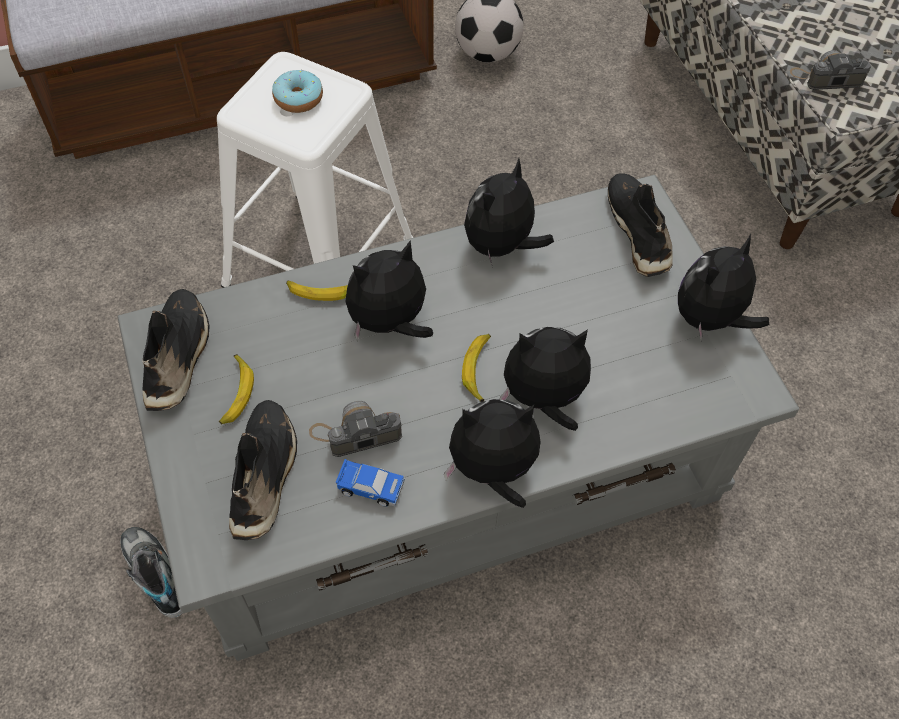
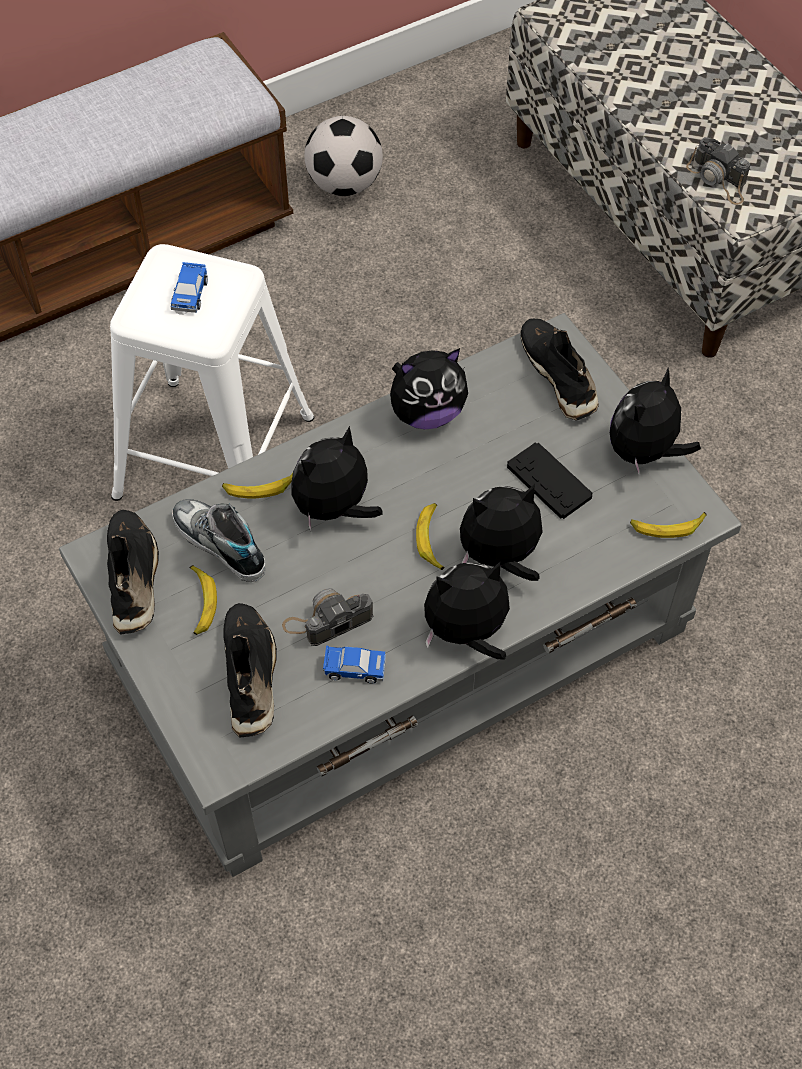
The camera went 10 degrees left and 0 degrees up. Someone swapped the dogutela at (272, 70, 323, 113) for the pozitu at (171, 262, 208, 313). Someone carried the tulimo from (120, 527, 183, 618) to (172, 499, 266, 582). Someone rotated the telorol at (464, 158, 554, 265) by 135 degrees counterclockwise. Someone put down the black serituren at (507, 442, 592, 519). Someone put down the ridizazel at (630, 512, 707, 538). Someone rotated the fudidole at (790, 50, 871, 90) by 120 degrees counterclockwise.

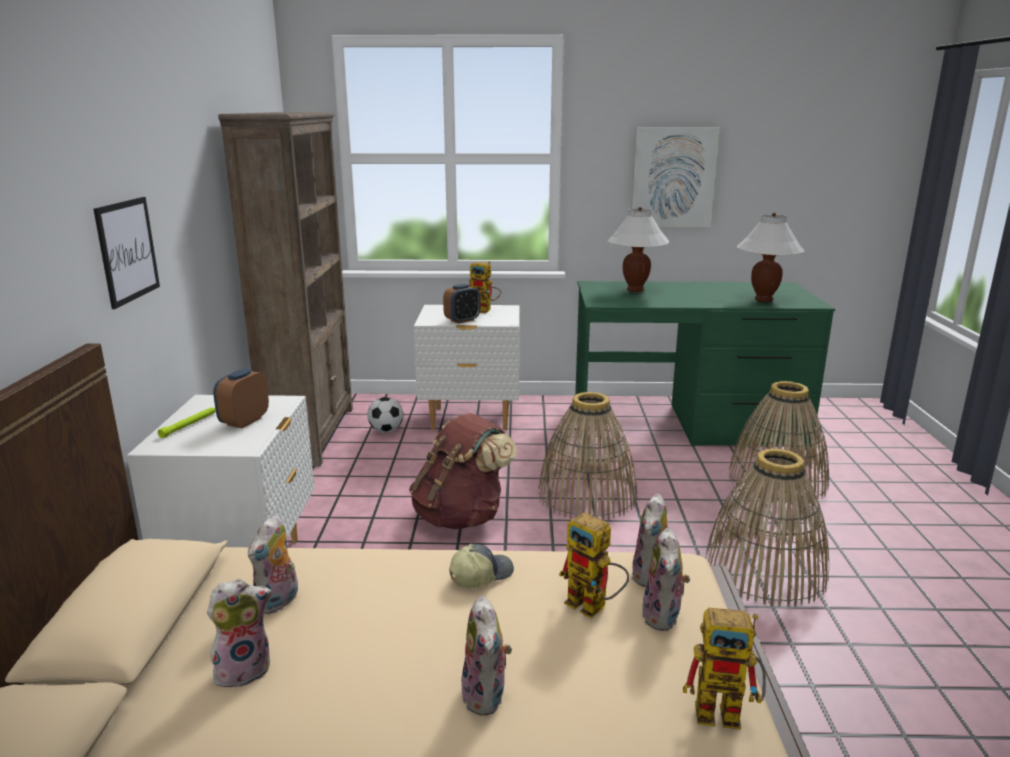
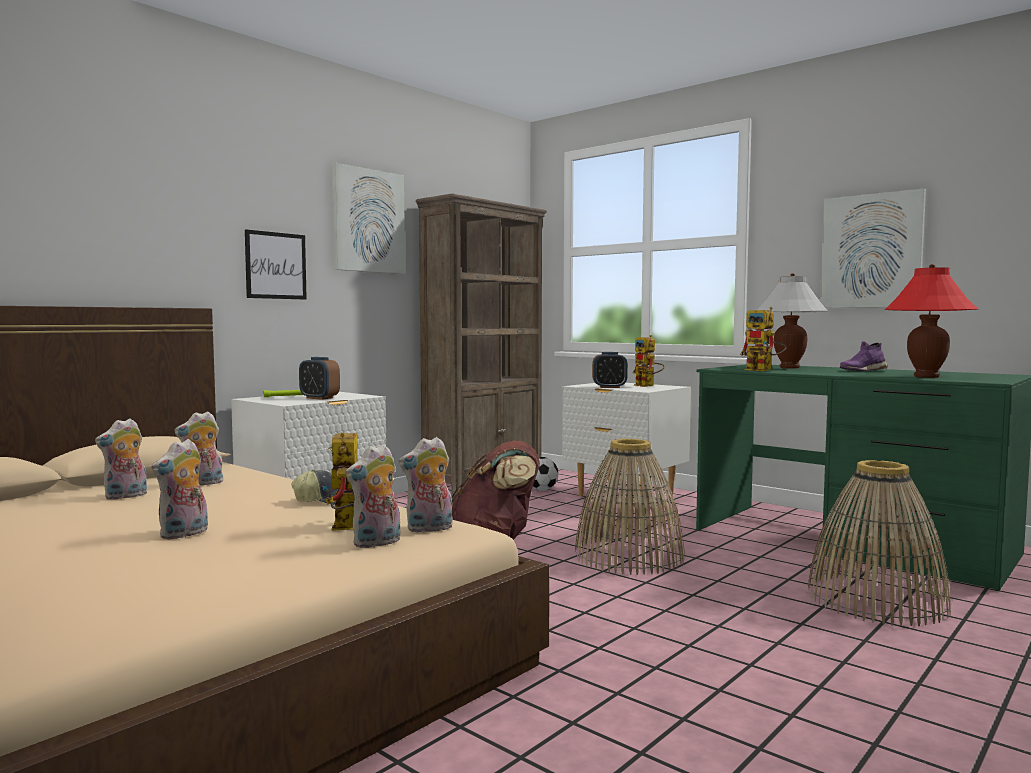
The camera went 40 degrees right and 15 degrees down. Someone rotated the telorol at (207, 578, 272, 691) by 120 degrees clockwise. Someone rotated the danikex at (213, 368, 269, 428) by 120 degrees counterclockwise. Someone put up the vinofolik at (332, 163, 405, 274). Someone carried the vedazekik from (683, 607, 766, 730) to (740, 307, 786, 371). Someone put down the purple tulimo at (840, 341, 888, 371). Someone repainted the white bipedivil at (737, 213, 805, 302), which became the red bipedivil at (885, 264, 978, 378). Someone took away the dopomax at (705, 449, 829, 607).

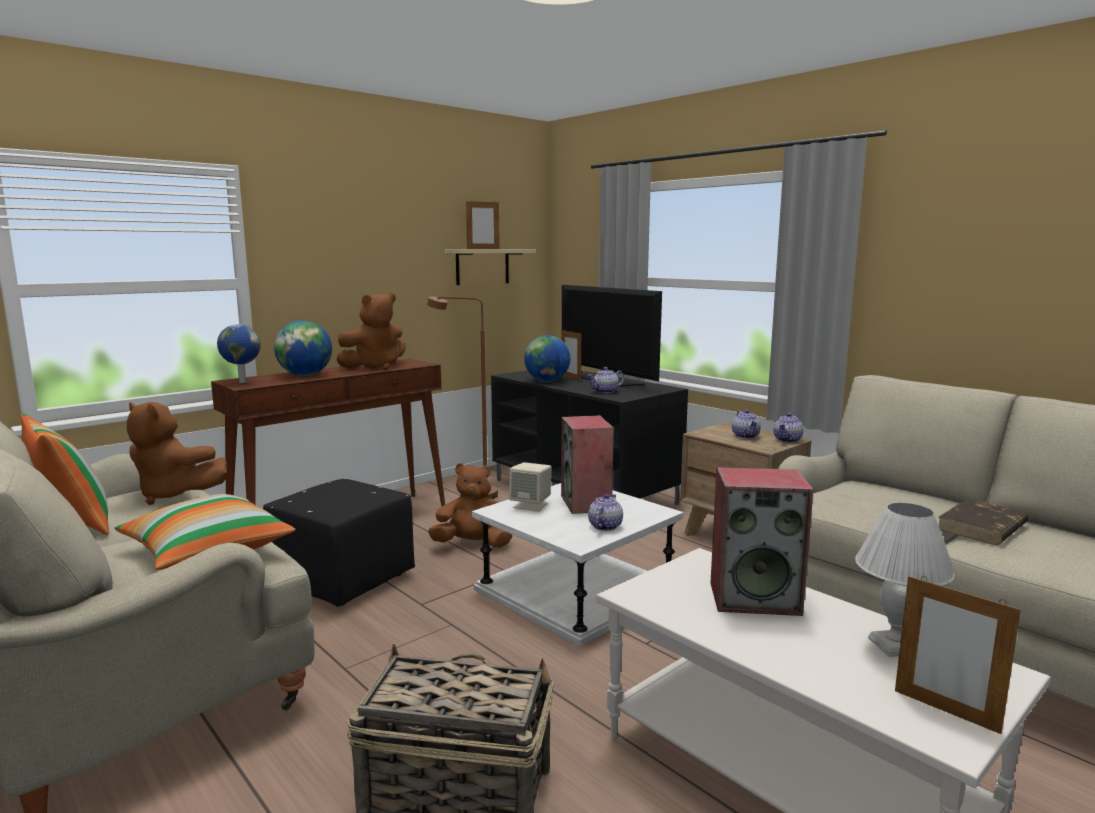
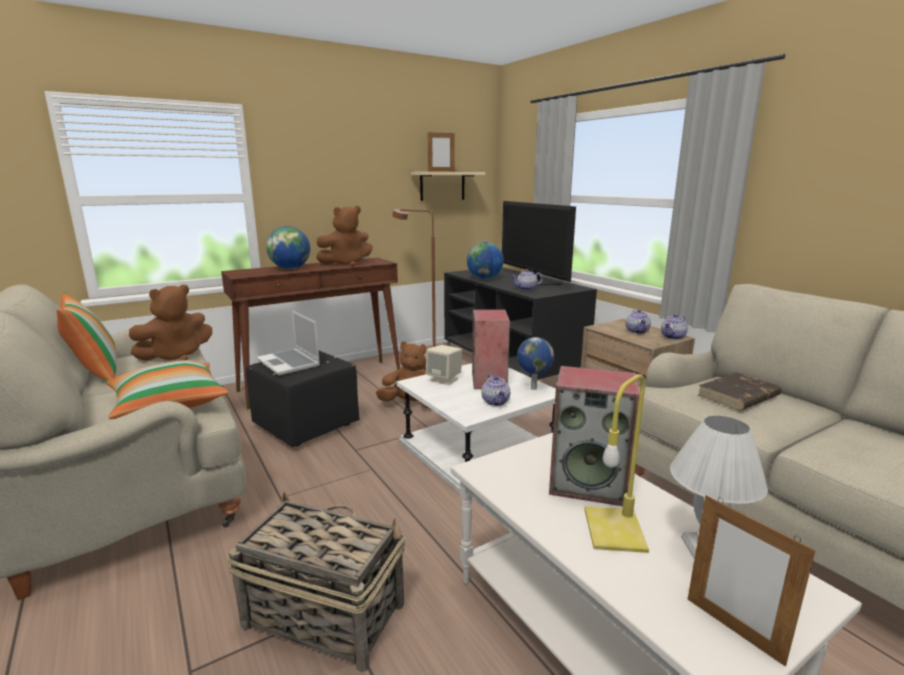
The camera went 10 degrees right and 5 degrees up. Someone rotated the brown telorol at (127, 402, 227, 505) by 75 degrees counterclockwise. Someone put down the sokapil at (257, 311, 320, 375). Someone rotated the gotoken at (588, 494, 623, 531) by 135 degrees clockwise. Someone carried the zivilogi from (217, 324, 261, 383) to (517, 337, 554, 390). Someone put down the yellow bipedivil at (584, 374, 649, 553). Someone carried the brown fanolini from (938, 498, 1029, 545) to (698, 372, 782, 410). Someone took away the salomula at (561, 330, 581, 381).

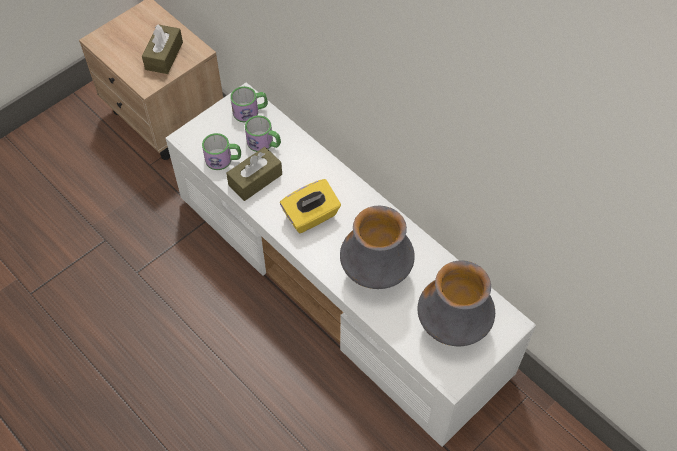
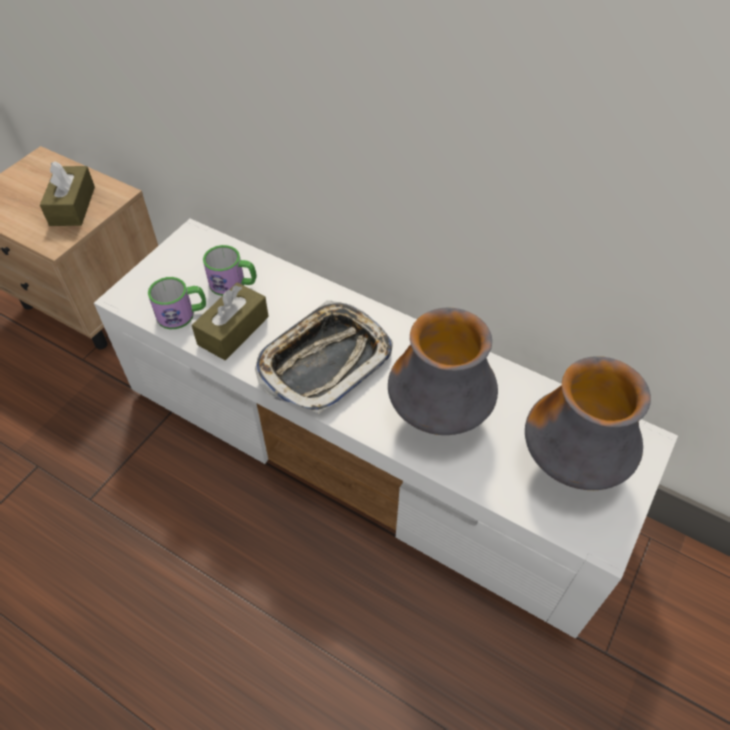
The camera went 15 degrees left and 5 degrees down. Someone swapped the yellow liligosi at (280, 179, 341, 233) for the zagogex at (255, 300, 393, 414). Someone took away the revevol at (230, 86, 268, 122).

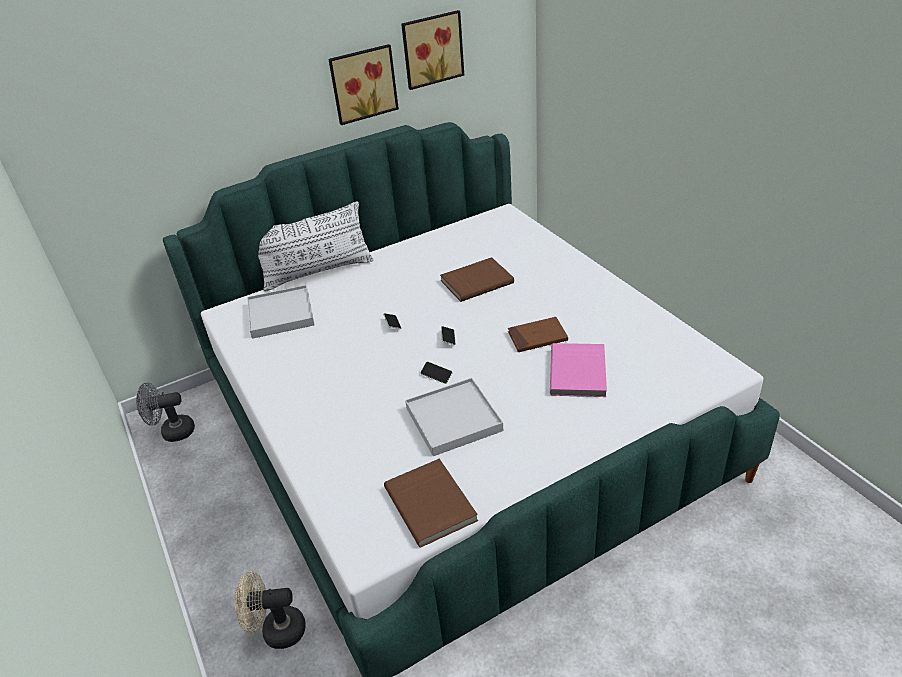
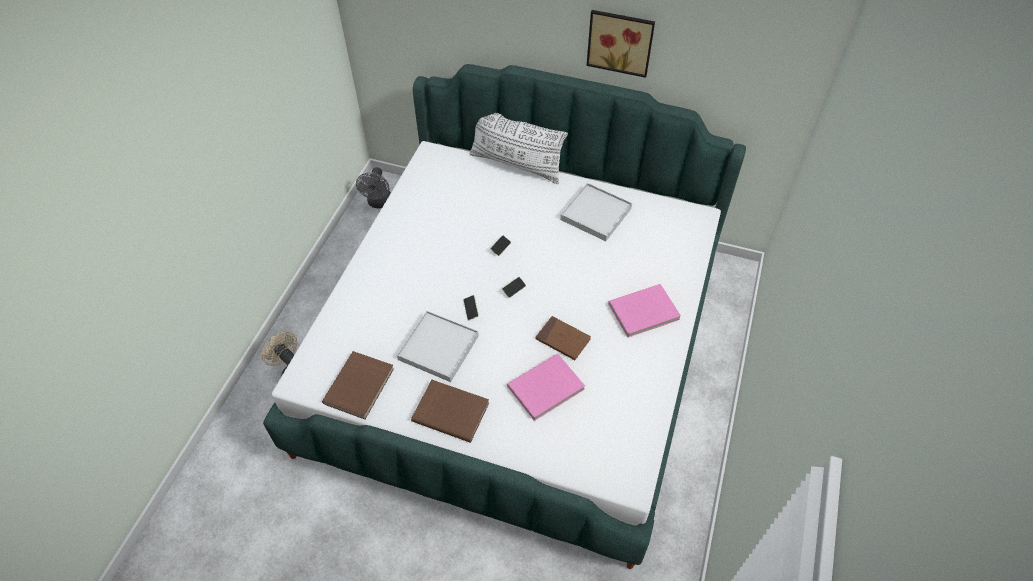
The camera went 45 degrees right and 15 degrees up. Someone rotated the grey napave at (136, 383, 195, 442) by 120 degrees counterclockwise. Someone carried the brown fanolini from (440, 257, 514, 302) to (411, 380, 489, 443). Someone carried the white zagogex from (247, 285, 315, 339) to (560, 183, 632, 241). Someone put down the pink fanolini at (608, 284, 681, 338). Someone took away the vinofolik at (401, 10, 464, 90).

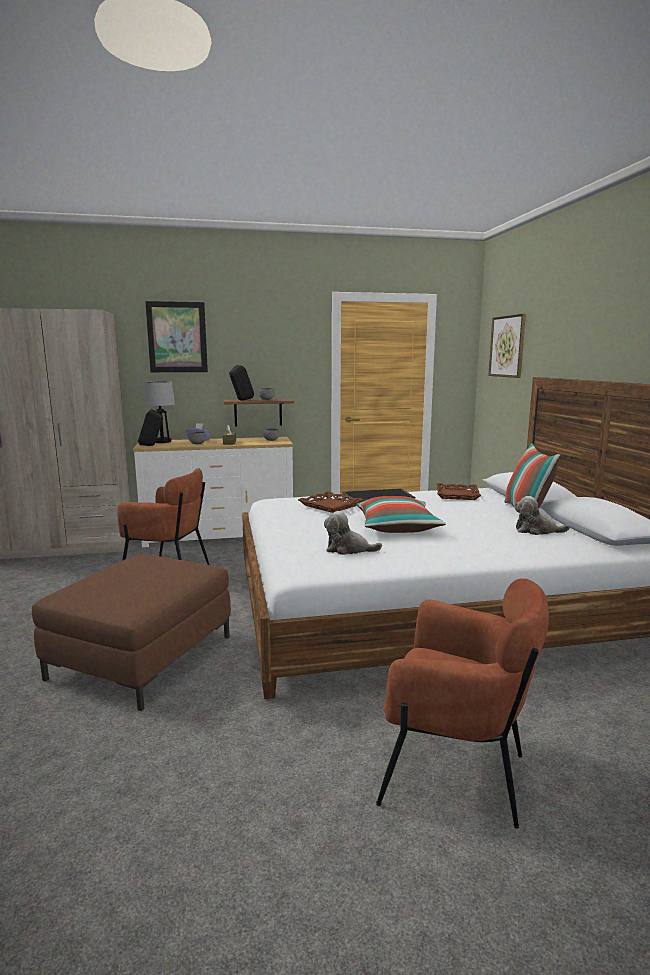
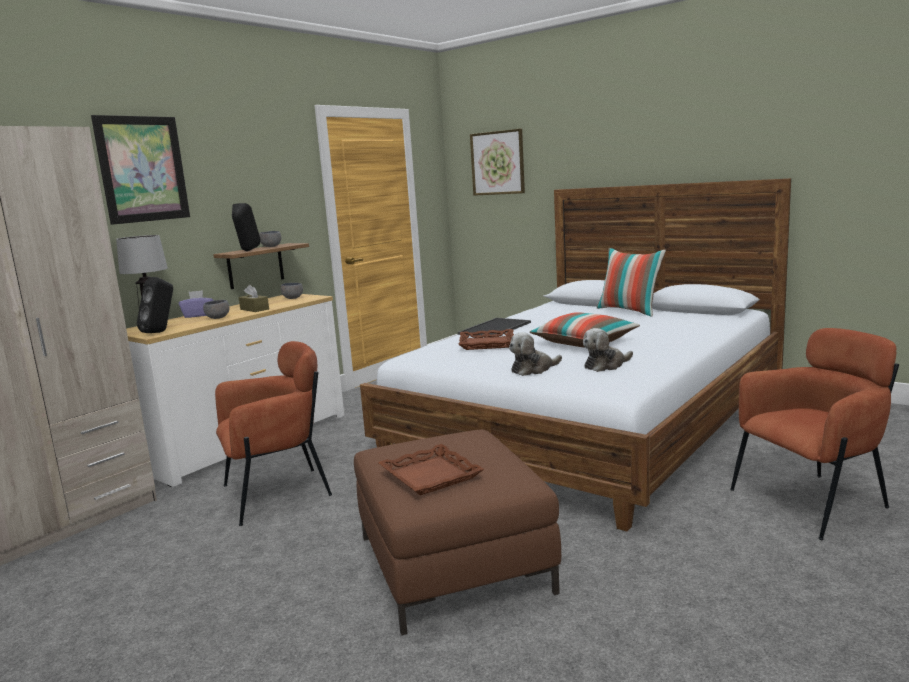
The camera went 40 degrees left and 0 degrees up. Someone carried the brown zagogex from (436, 483, 481, 500) to (378, 444, 484, 495). Someone carried the telorol from (514, 496, 570, 535) to (509, 332, 562, 376).

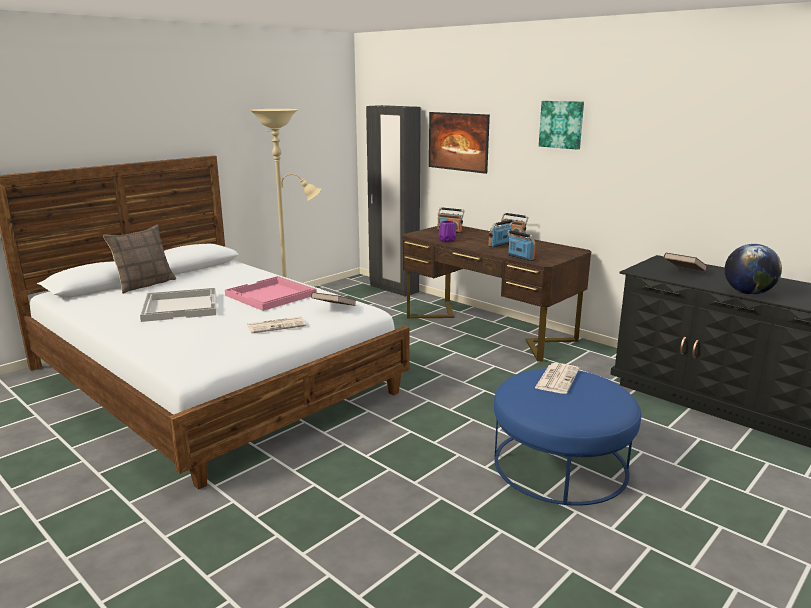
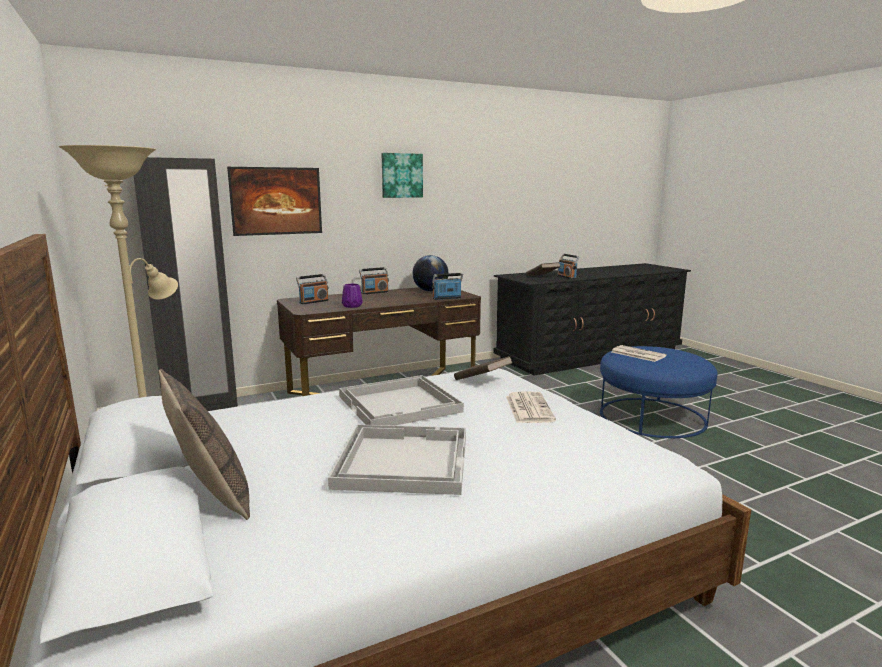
The camera went 70 degrees left and 5 degrees down. Someone repainted the pink zagogex at (225, 276, 317, 311), which became the white zagogex at (339, 375, 464, 426). Someone carried the zivilogi from (725, 244, 782, 295) to (412, 255, 449, 292). Someone carried the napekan from (488, 219, 514, 248) to (557, 254, 580, 279).

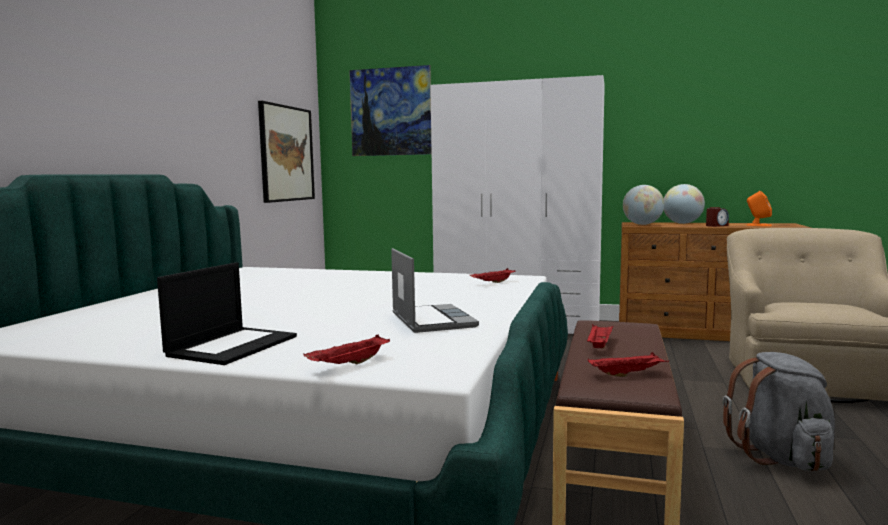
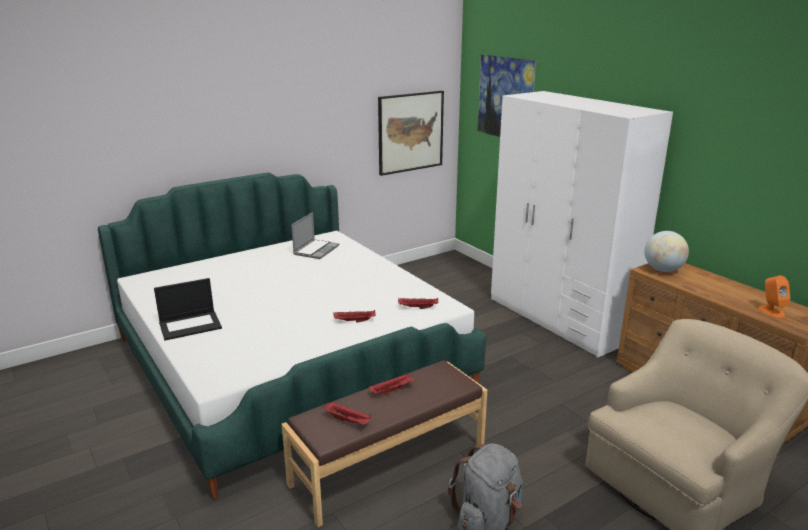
The camera went 40 degrees right and 15 degrees up. Someone carried the sokapil from (391, 248, 479, 333) to (291, 212, 340, 259). Someone carried the red zagogex from (303, 334, 390, 364) to (333, 310, 376, 322). Someone took away the zivilogi at (664, 184, 705, 224). Someone took away the danikex at (706, 207, 729, 227).

